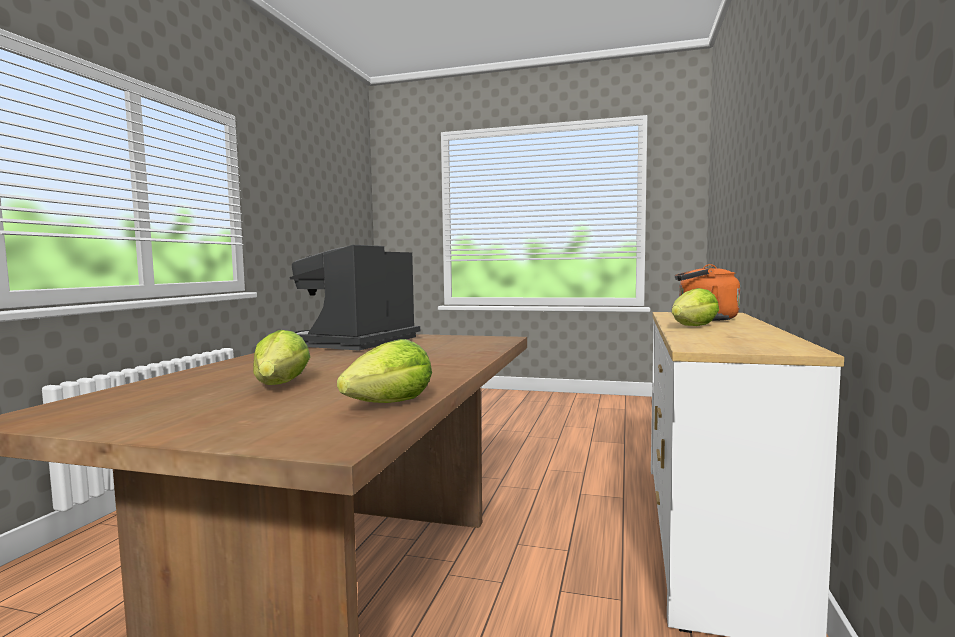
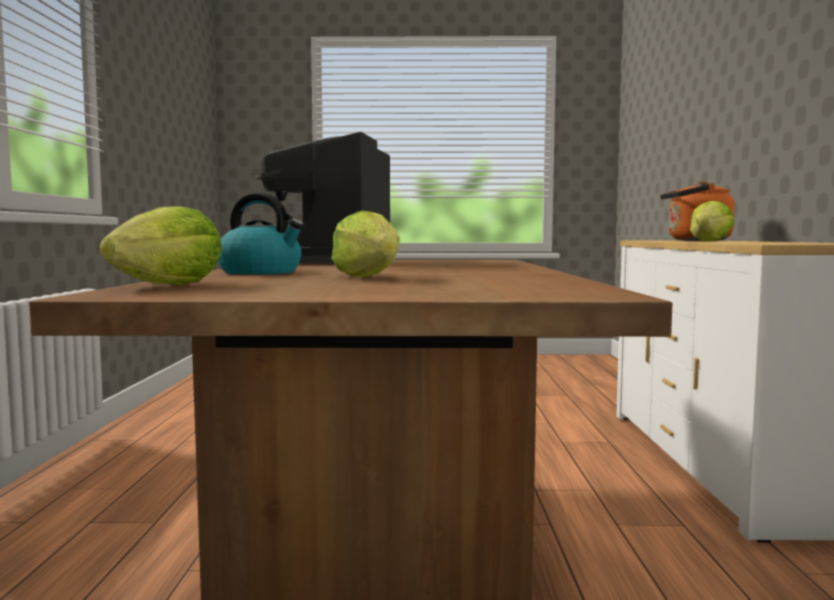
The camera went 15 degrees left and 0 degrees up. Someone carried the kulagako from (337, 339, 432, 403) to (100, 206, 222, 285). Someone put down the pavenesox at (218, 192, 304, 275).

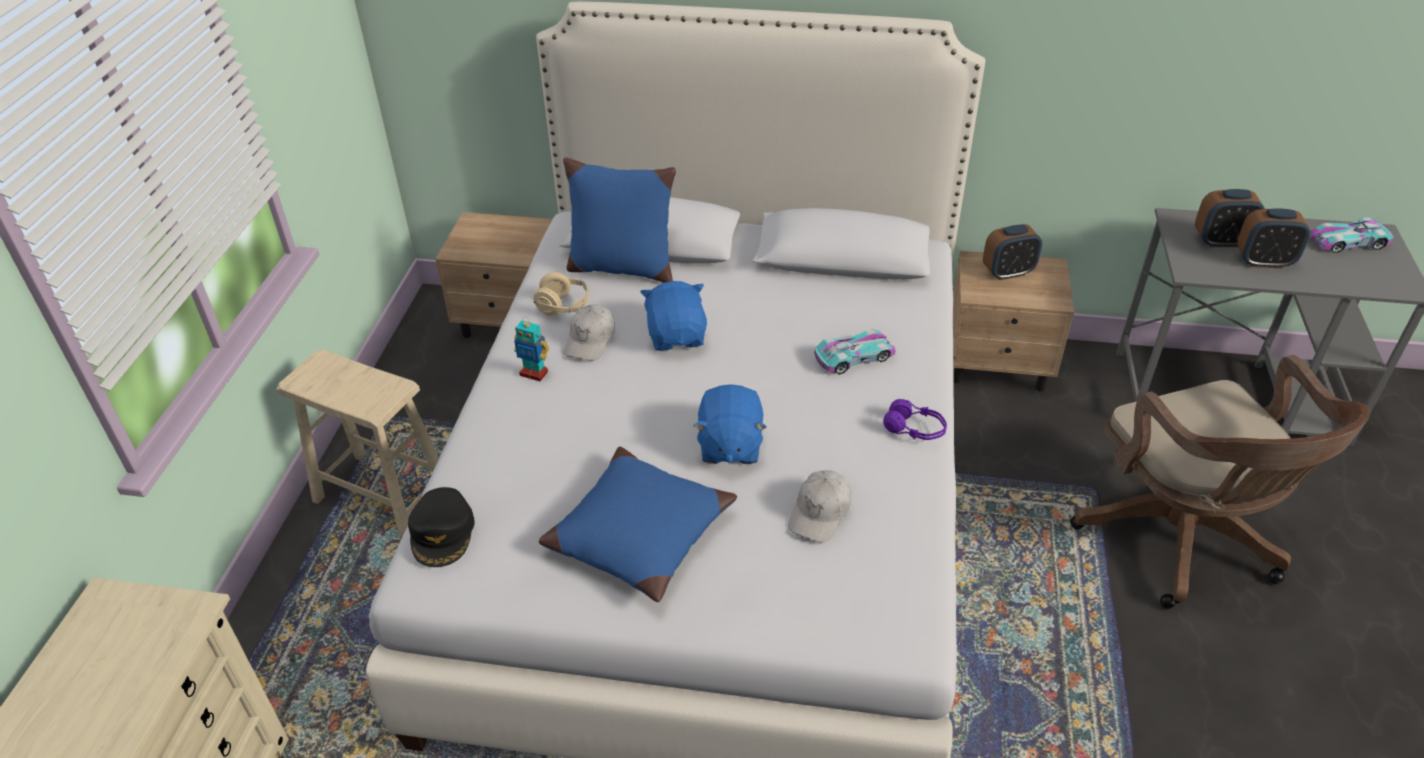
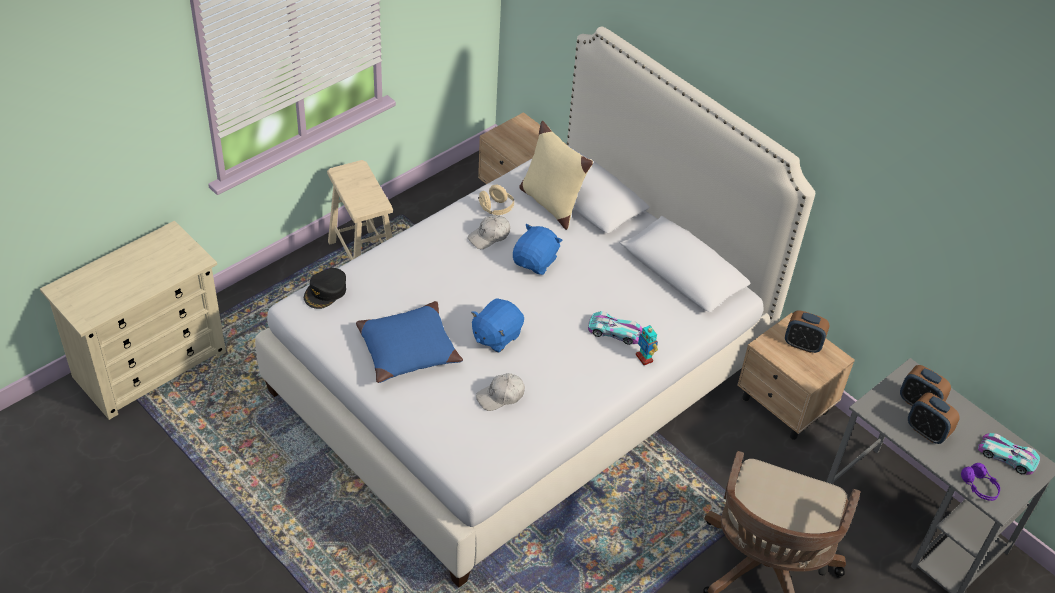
The camera went 35 degrees right and 5 degrees up. Someone repainted the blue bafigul at (563, 157, 676, 283), which became the beige bafigul at (519, 121, 593, 230). Someone carried the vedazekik from (514, 317, 549, 381) to (636, 325, 658, 365). Someone carried the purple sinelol from (883, 399, 947, 440) to (961, 463, 1000, 501).

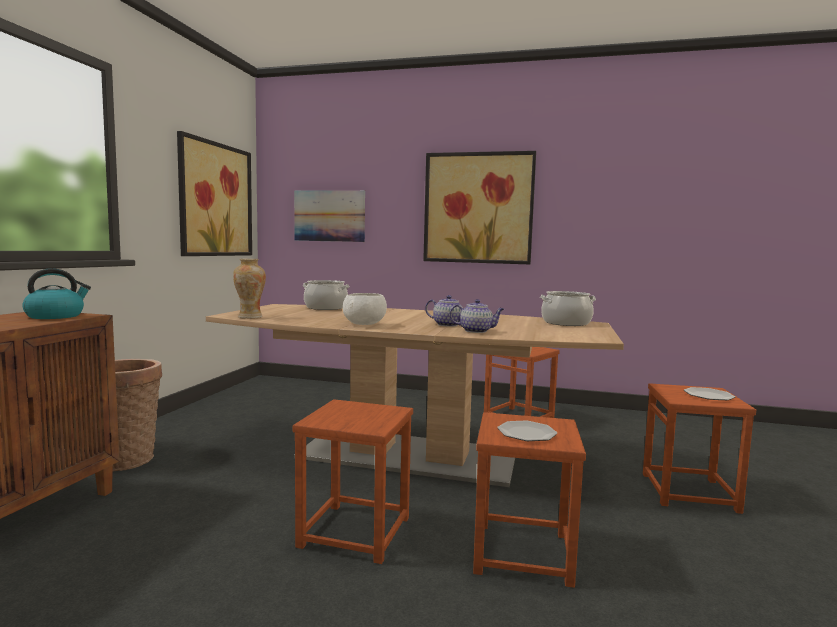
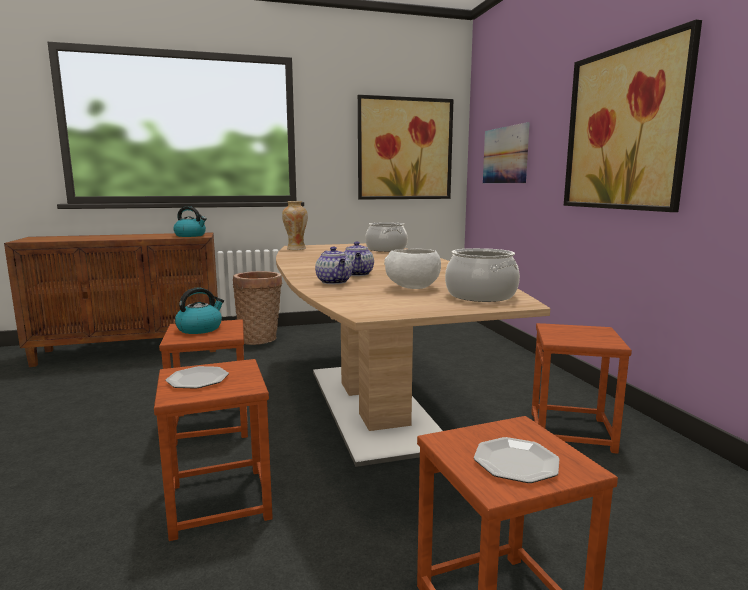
The camera went 60 degrees right and 5 degrees up. Someone put down the pavenesox at (175, 287, 224, 334). Someone carried the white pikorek from (343, 293, 387, 325) to (384, 248, 441, 289).

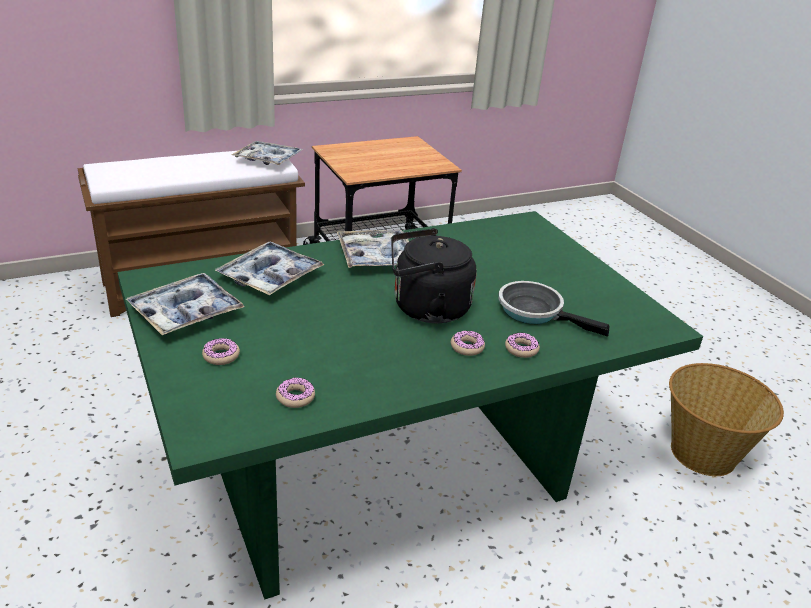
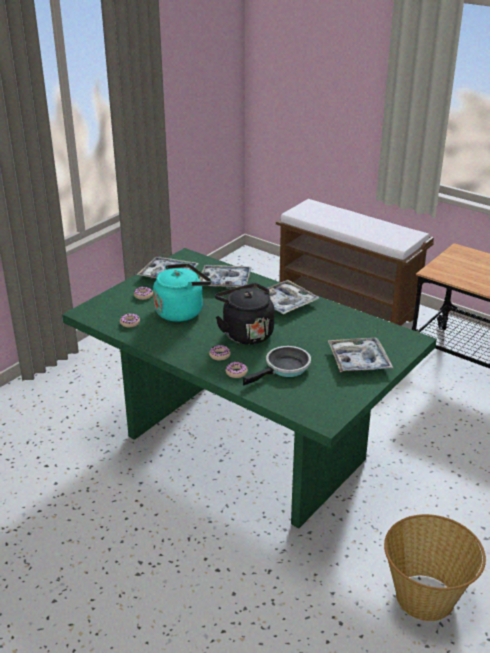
The camera went 65 degrees right and 0 degrees up. Someone put down the turquoise pavenesox at (153, 263, 212, 322). Someone rotated the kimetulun at (498, 281, 610, 337) by 45 degrees clockwise. Someone carried the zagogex from (232, 141, 303, 166) to (328, 338, 393, 372).

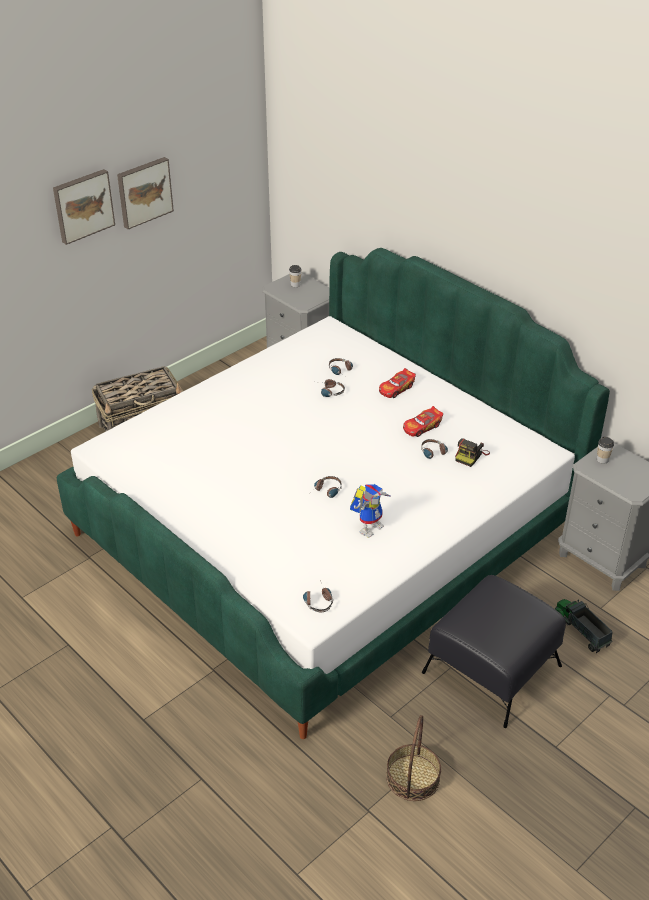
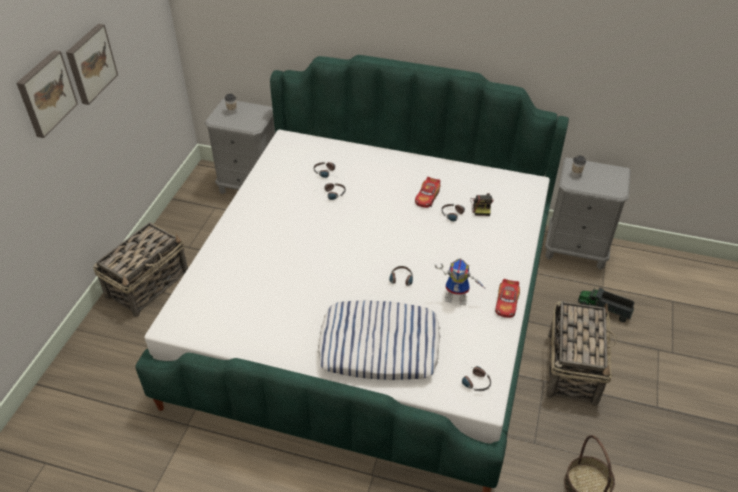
The camera went 30 degrees left and 5 degrees up. Someone put down the bafigul at (318, 300, 440, 380). Someone rotated the vedazekik at (350, 484, 392, 538) by 90 degrees clockwise. Someone carried the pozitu from (379, 368, 416, 398) to (495, 279, 520, 318). Someone swapped the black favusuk at (422, 575, 566, 728) for the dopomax at (546, 301, 617, 406).

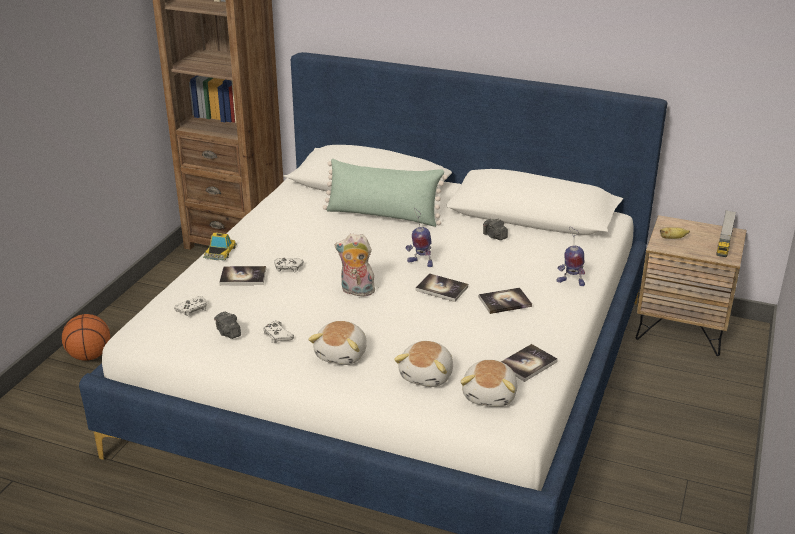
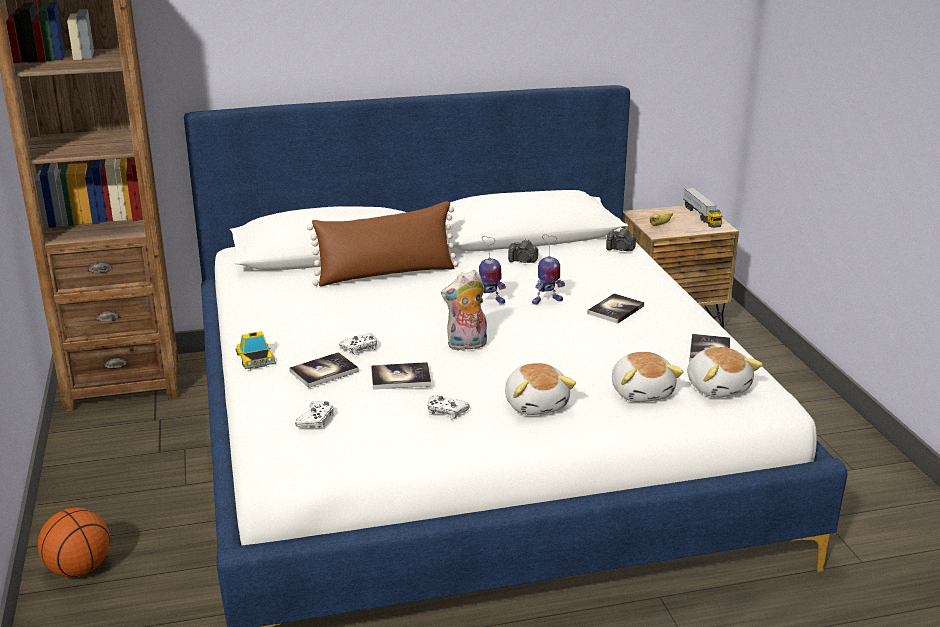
The camera went 35 degrees left and 5 degrees down. Someone repainted the green bafigul at (323, 159, 448, 227), which became the brown bafigul at (307, 201, 459, 286). Someone carried the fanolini from (415, 273, 468, 302) to (371, 362, 431, 389). Someone carried the vedazekik from (557, 227, 585, 286) to (532, 234, 565, 305). Someone carried the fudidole from (214, 312, 241, 339) to (606, 228, 636, 251).

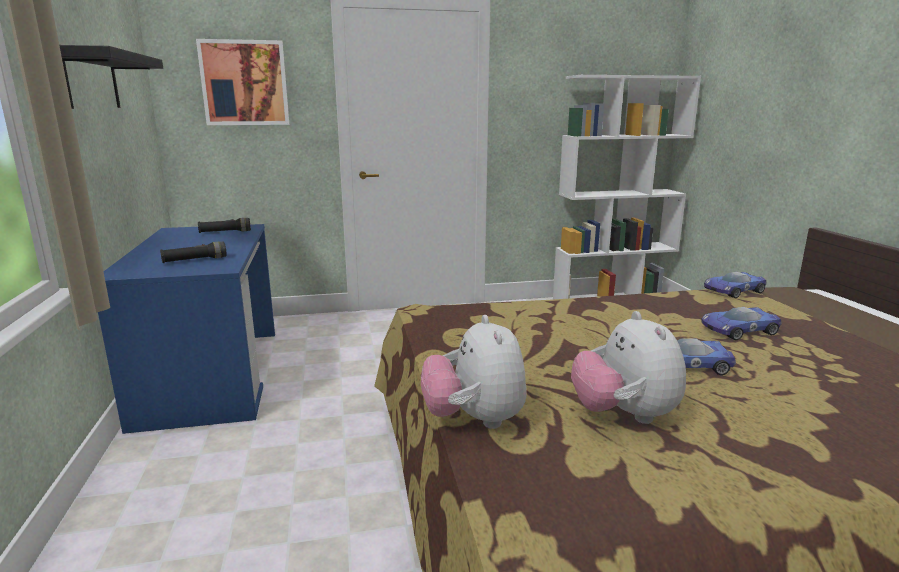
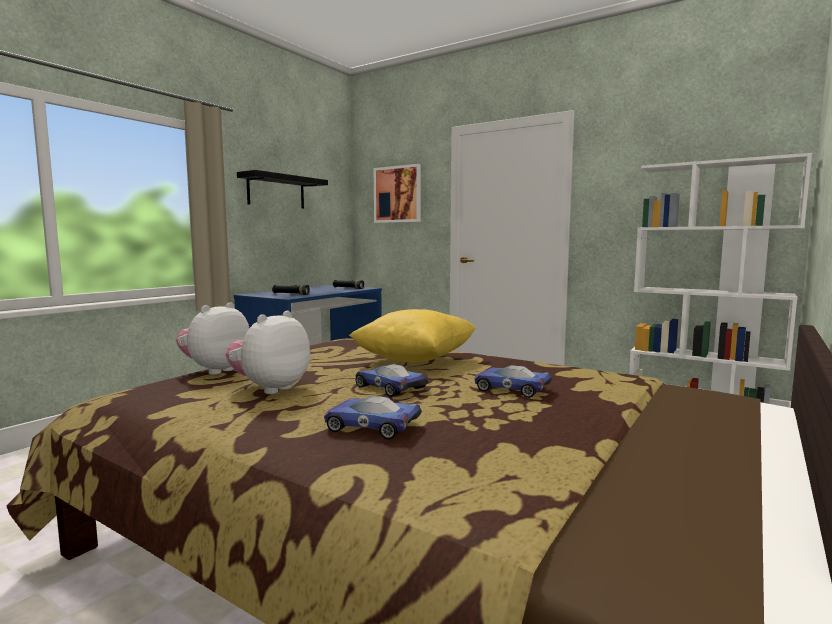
The camera went 45 degrees right and 10 degrees down. Someone carried the pozitu from (704, 272, 767, 298) to (324, 396, 422, 439). Someone put down the yellow bafigul at (349, 309, 476, 363).

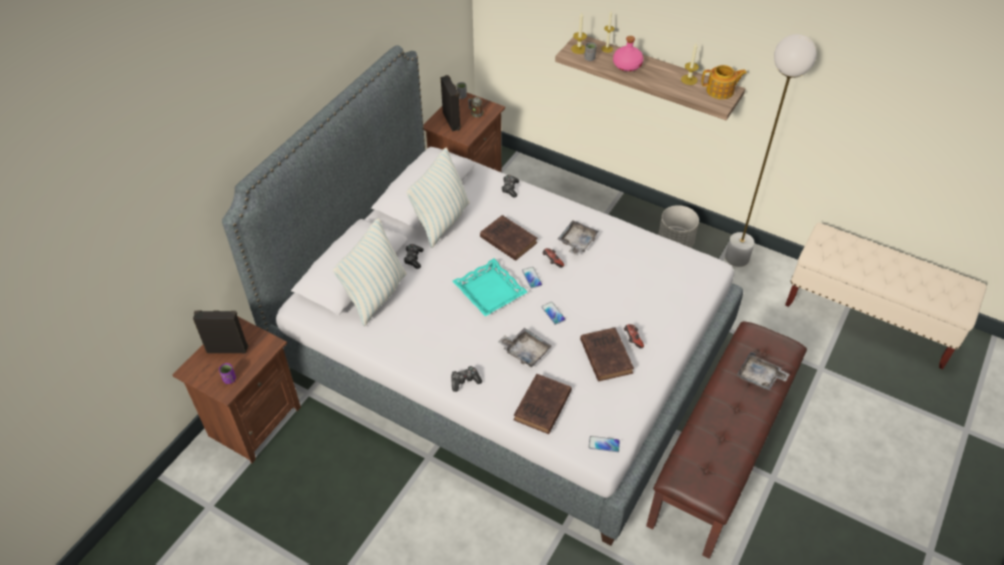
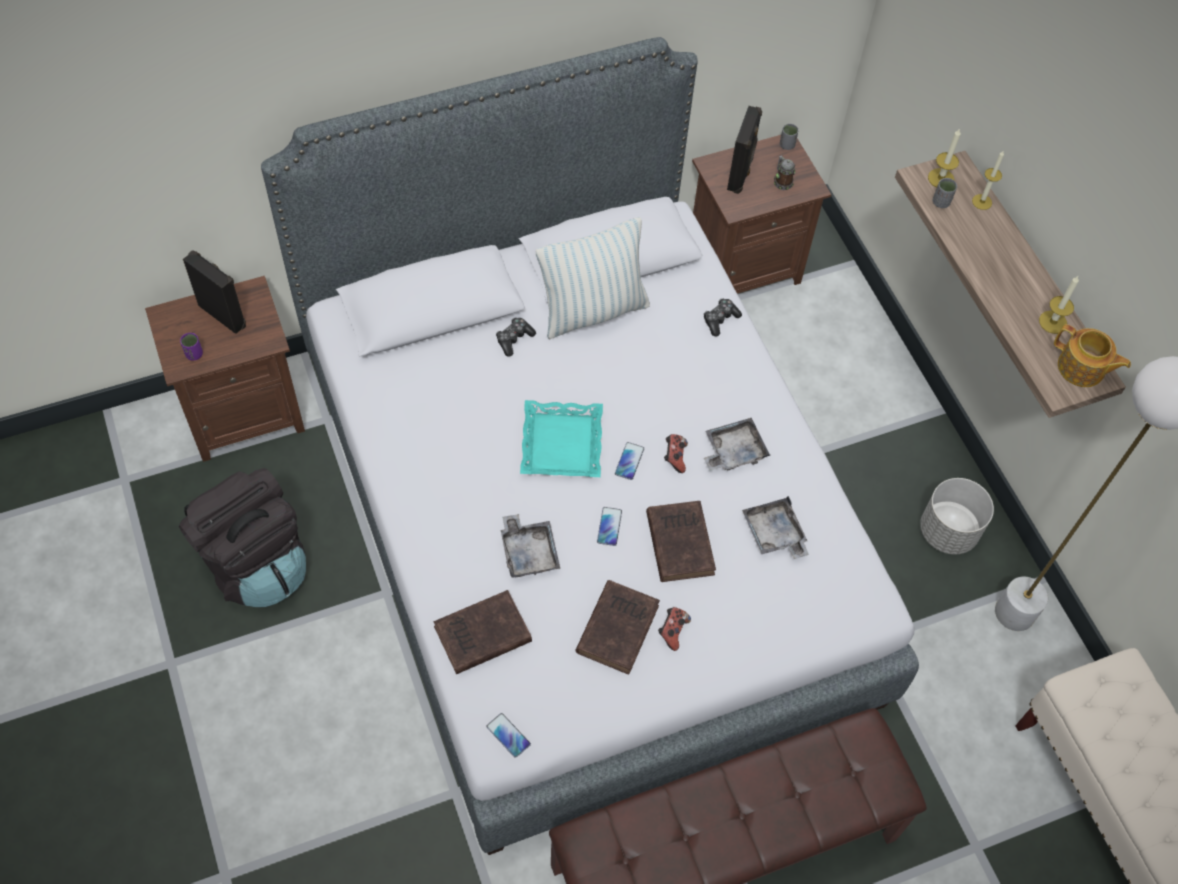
The camera went 35 degrees right and 10 degrees up. Someone put down the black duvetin at (179, 468, 306, 607). Someone carried the brown fanolini from (480, 215, 537, 261) to (646, 501, 716, 582). Someone carried the grey zagogex from (737, 351, 790, 391) to (742, 496, 809, 559). Someone took away the bafigul at (333, 218, 406, 326). Someone took away the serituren at (451, 366, 482, 392). Someone took away the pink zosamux at (613, 36, 643, 71).

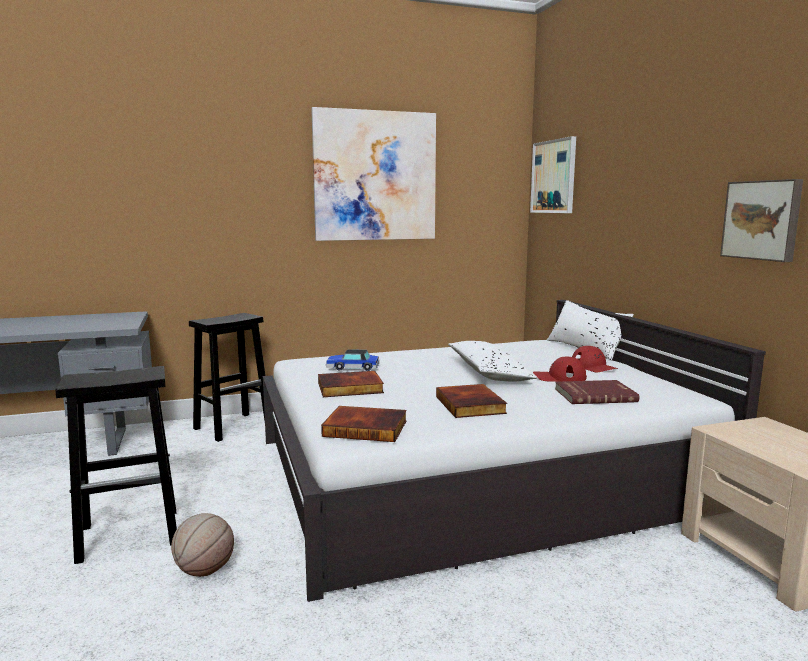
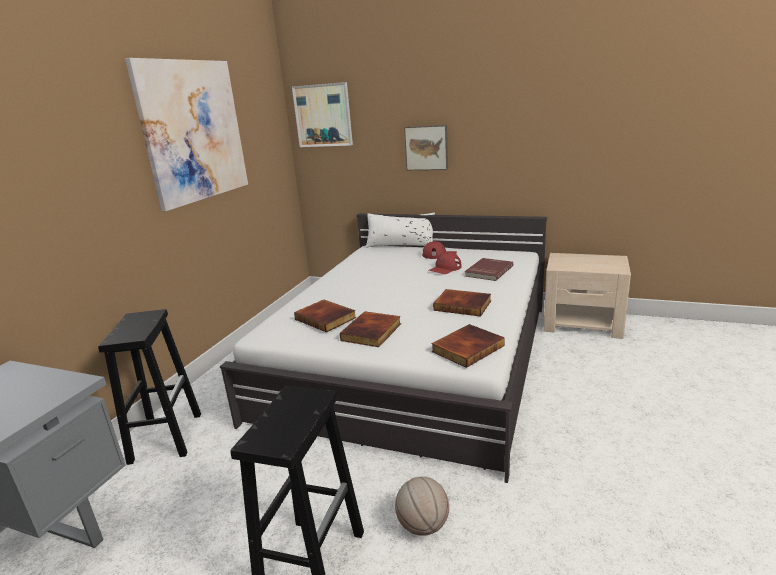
The camera went 50 degrees left and 10 degrees up. Someone swapped the pozitu at (326, 349, 379, 371) for the fanolini at (294, 300, 356, 332). Someone carried the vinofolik from (720, 179, 803, 262) to (404, 125, 448, 170). Someone took away the white bafigul at (448, 341, 538, 382).

